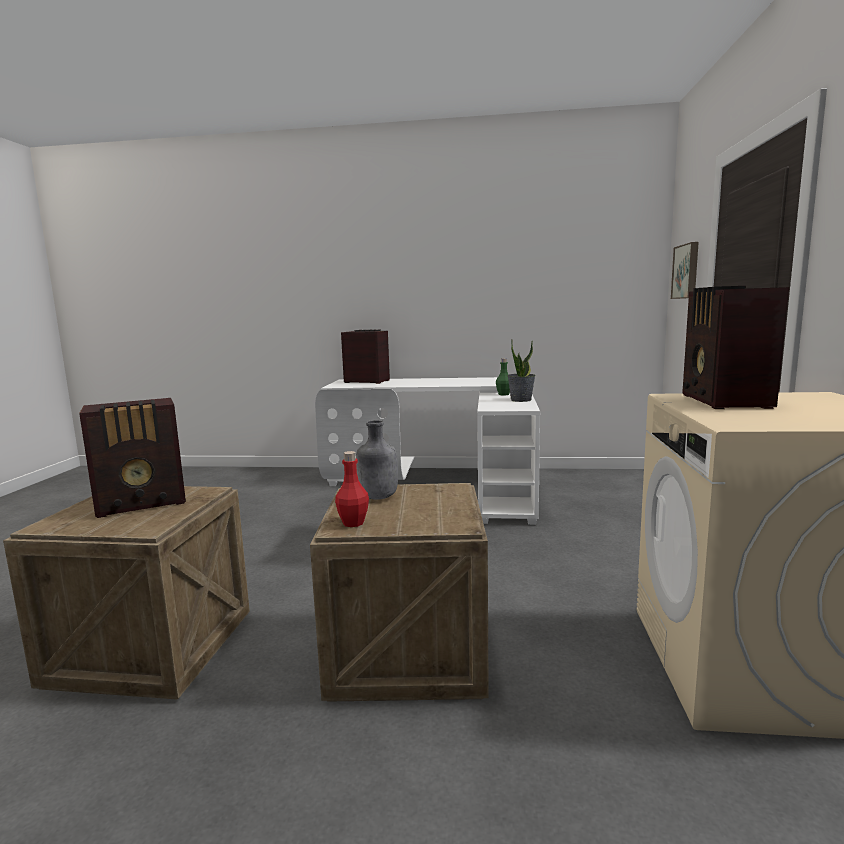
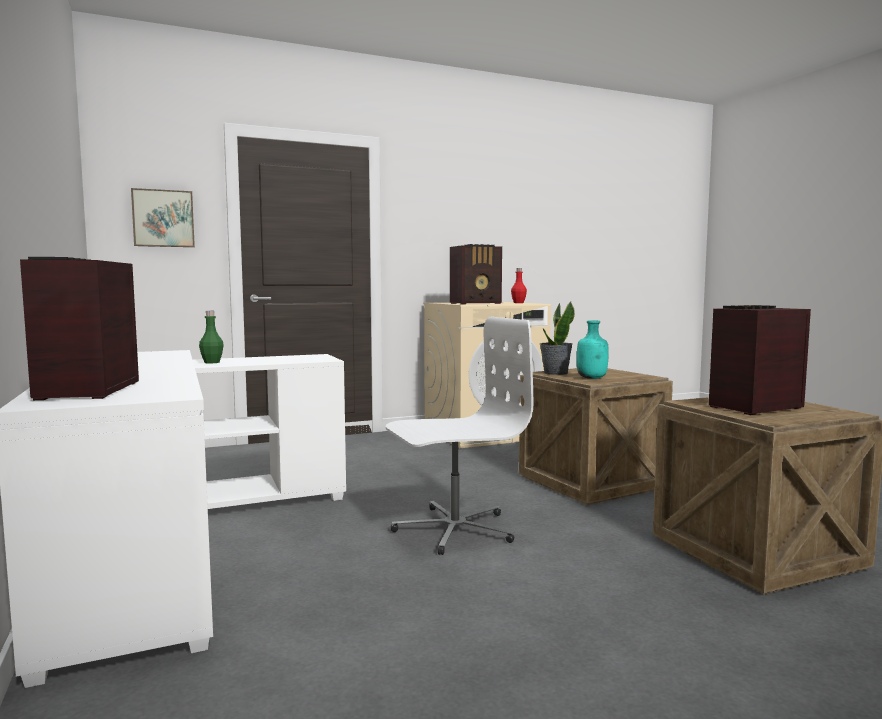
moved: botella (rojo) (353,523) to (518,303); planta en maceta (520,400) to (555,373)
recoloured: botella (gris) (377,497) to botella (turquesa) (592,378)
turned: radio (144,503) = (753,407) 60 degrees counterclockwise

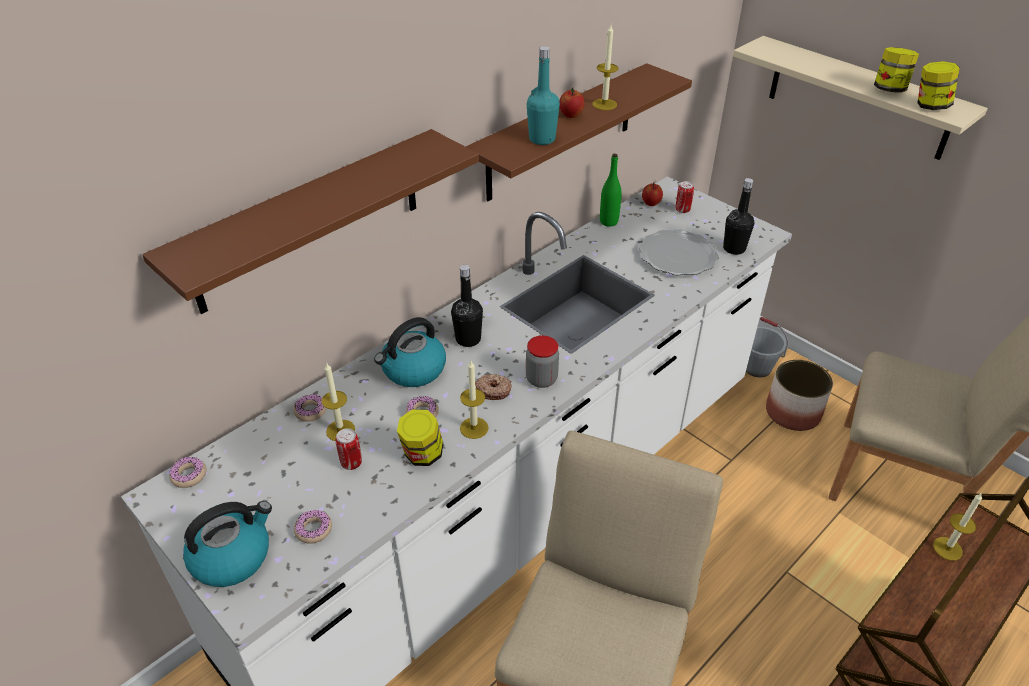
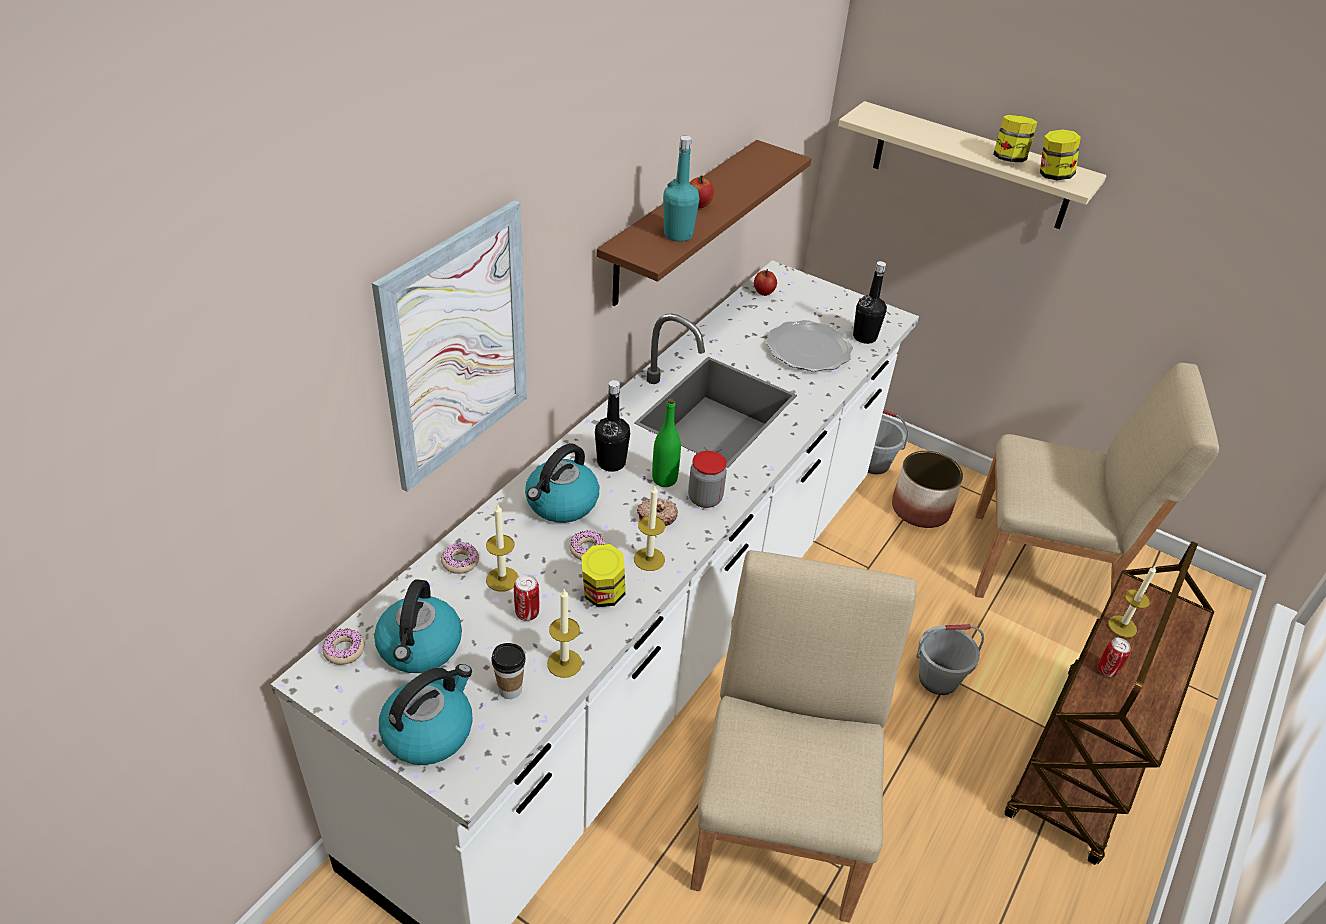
added: hervidor (420,647); cubo (gris) (938,679)
moved: vela (604,104) to (564,663); botella (verde) (608,222) to (664,479); lata (682,210) to (1107,670)
replaced: estante (marrón) (309,221) to cuadro (456,347); rosquilla (313,529) to taza (510,689)

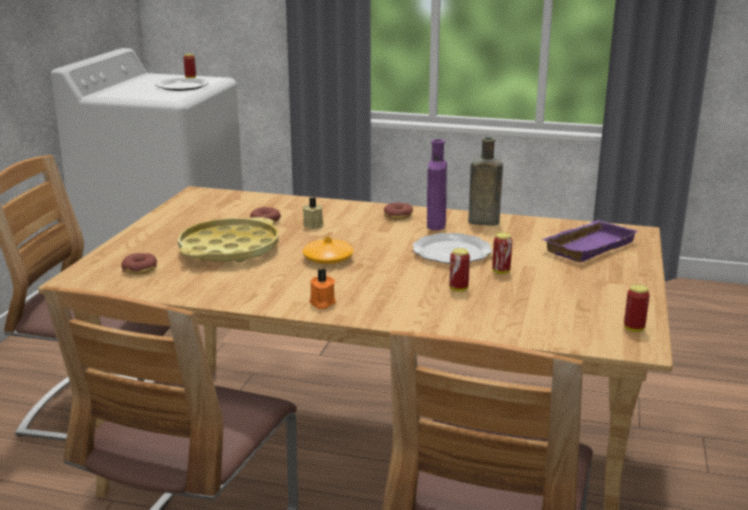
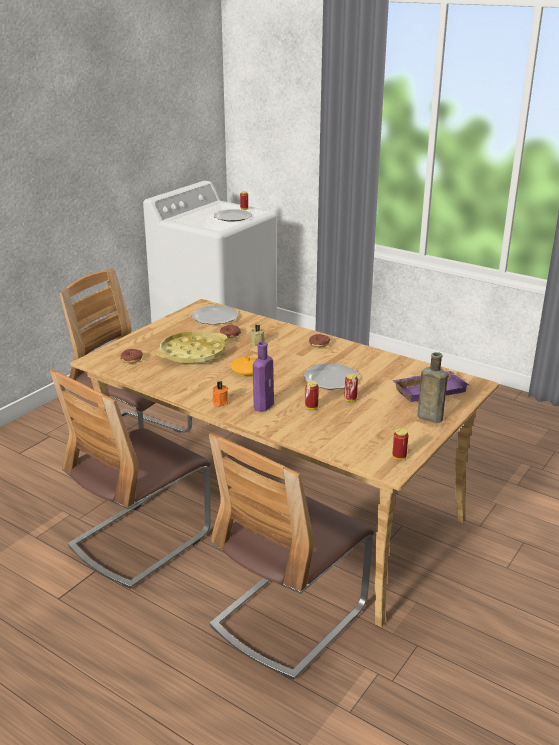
added: plato (214,317)
moved: botella (morado) (436,224) to (264,405); botella (marrón) (481,222) to (428,417)

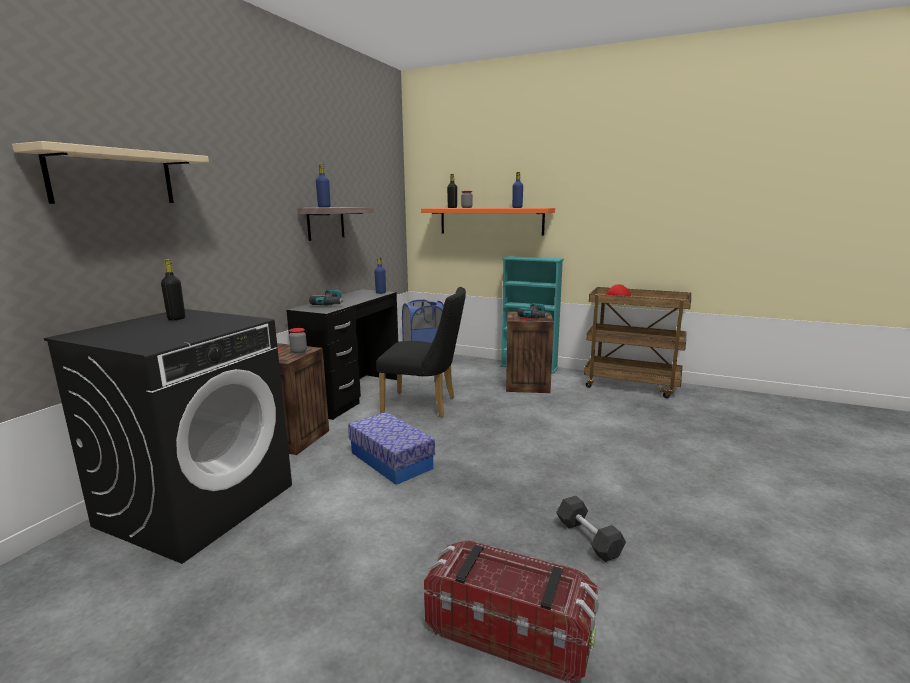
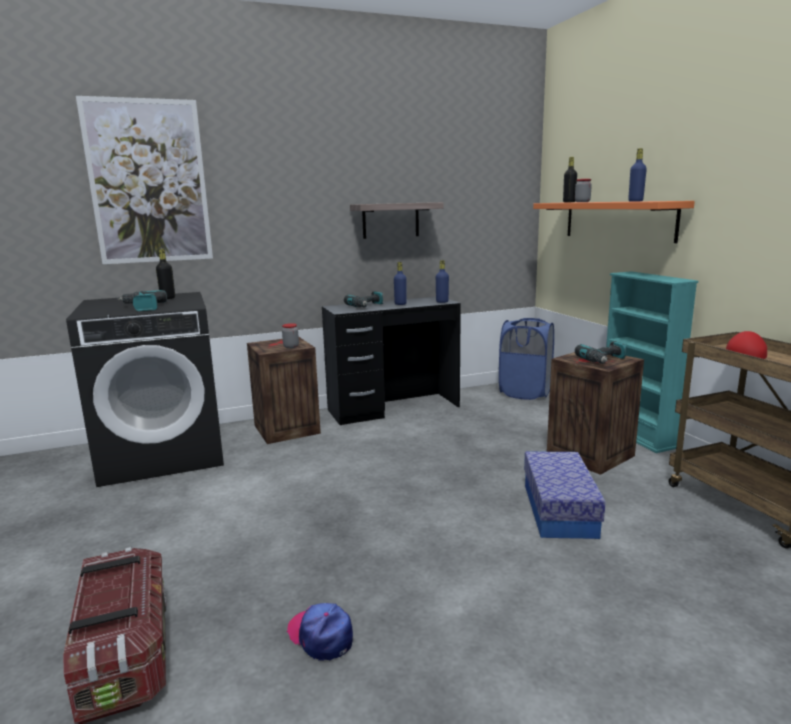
removed: silla (negro) (425,405)
added: taladro (143,307)
moved: botella (azul) (324,207) to (400,304); caja de almacenaje (391,460) to (559,510)
replaced: estante (beis) (112,177) to cuadro (149,182); mancuerna (gris) (588,538) to gorra (321,636)

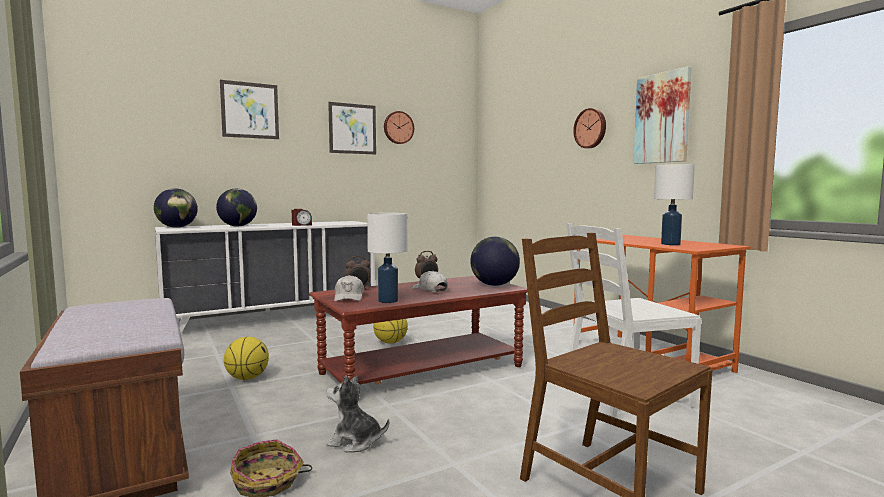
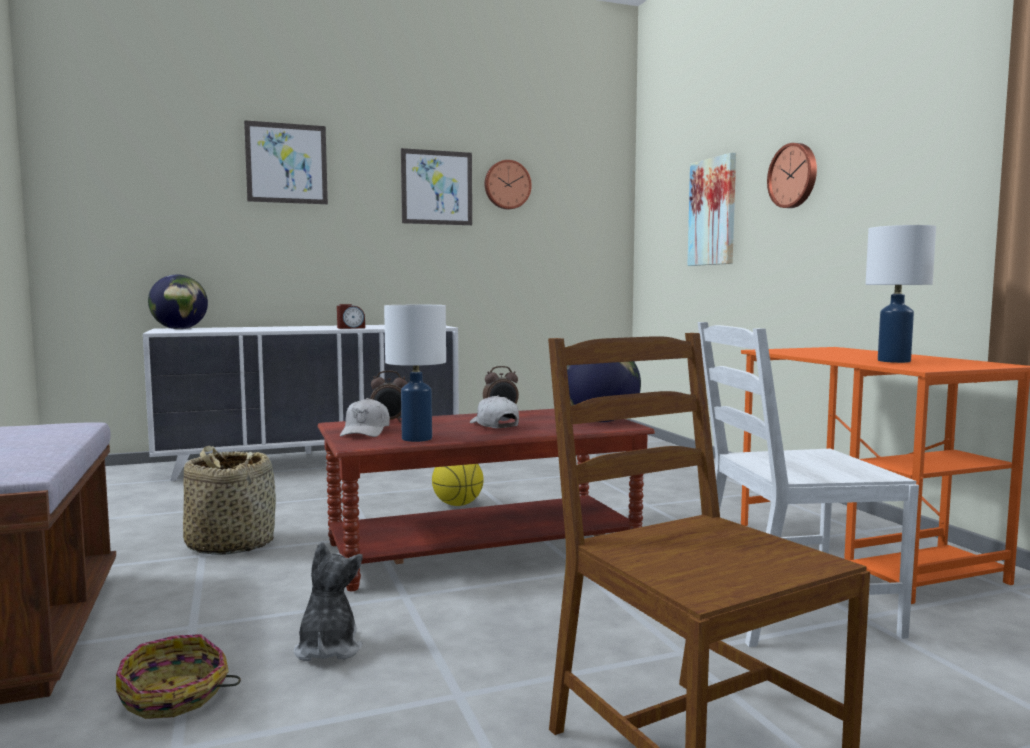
removed: globo terráqueo (238,226)
moved: cuadro (662,118) to (713,212)
replaced: balón de baloncesto (247,378) to cesta (230,544)
turned: peluche (355,442) = (328,648) 60 degrees clockwise

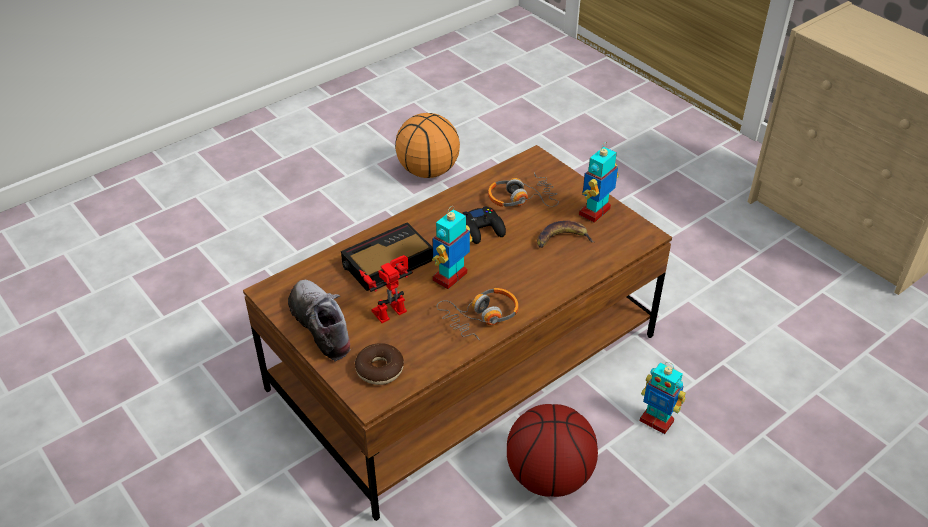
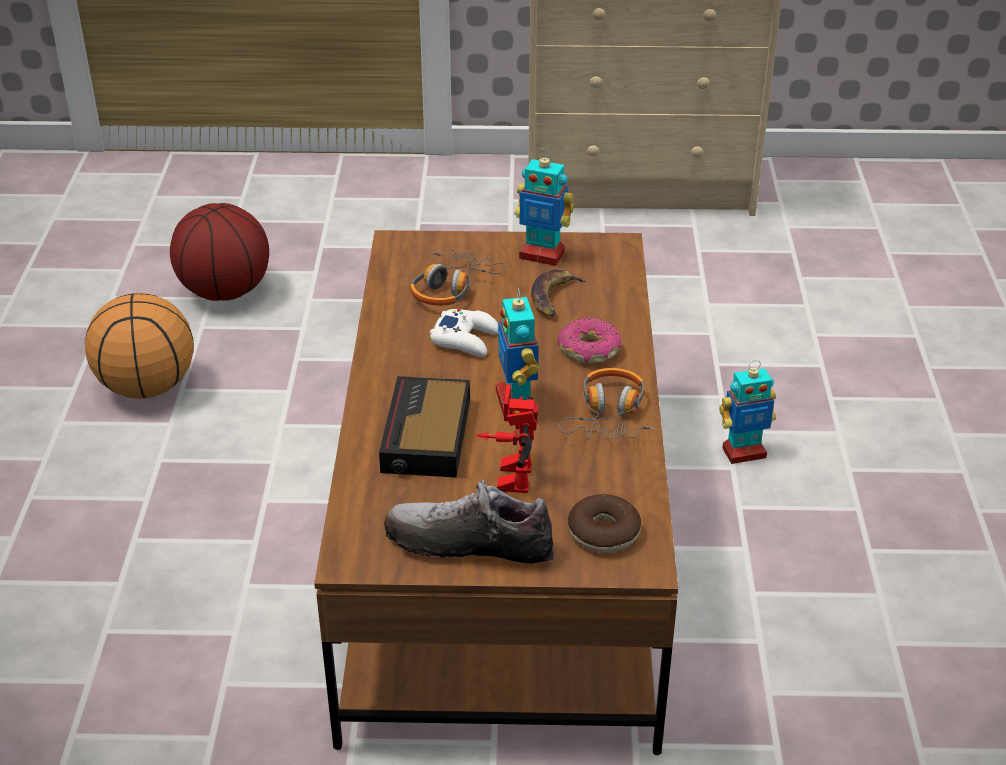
added: rosquilla (589,350)
moved: balón de baloncesto (548,475) to (224,292)
recoloured: mando de consola (negro) (483,229) to mando de consola (blanco) (466,339)
turned: robot de juguete (595,212) = (542,255) 60 degrees counterclockwise

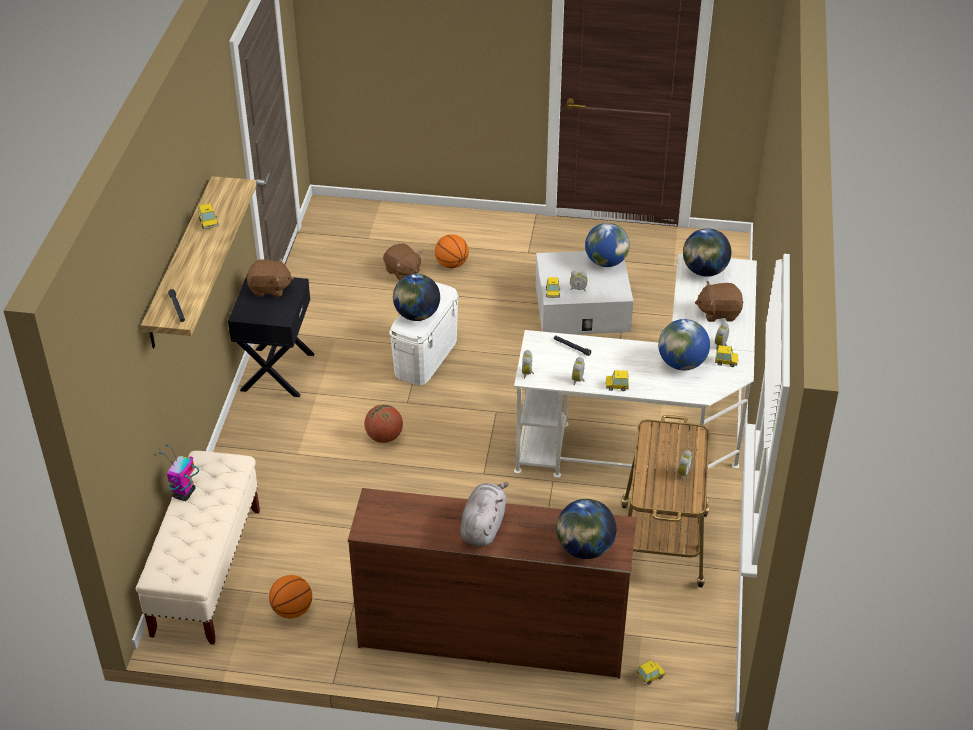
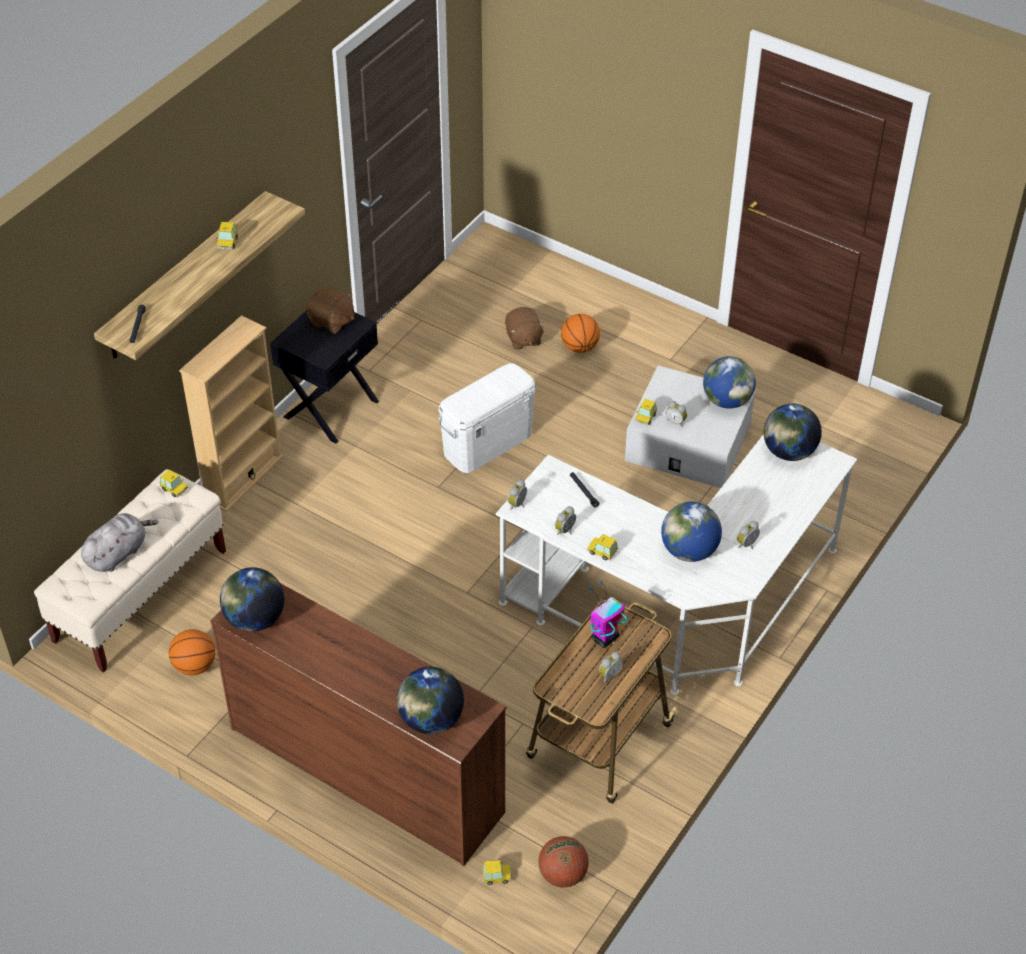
removed: peluche (marrón) (718,312)
added: estantería (beis) (243,478)
moved: peluche (gris) (483,526) to (118,553); coche de juguete (726,361) to (174,489); globo terráqueo (416,315) to (254,619); balón de baloncesto (384,437) to (562,874); robot de juguete (184,494) to (604,638)

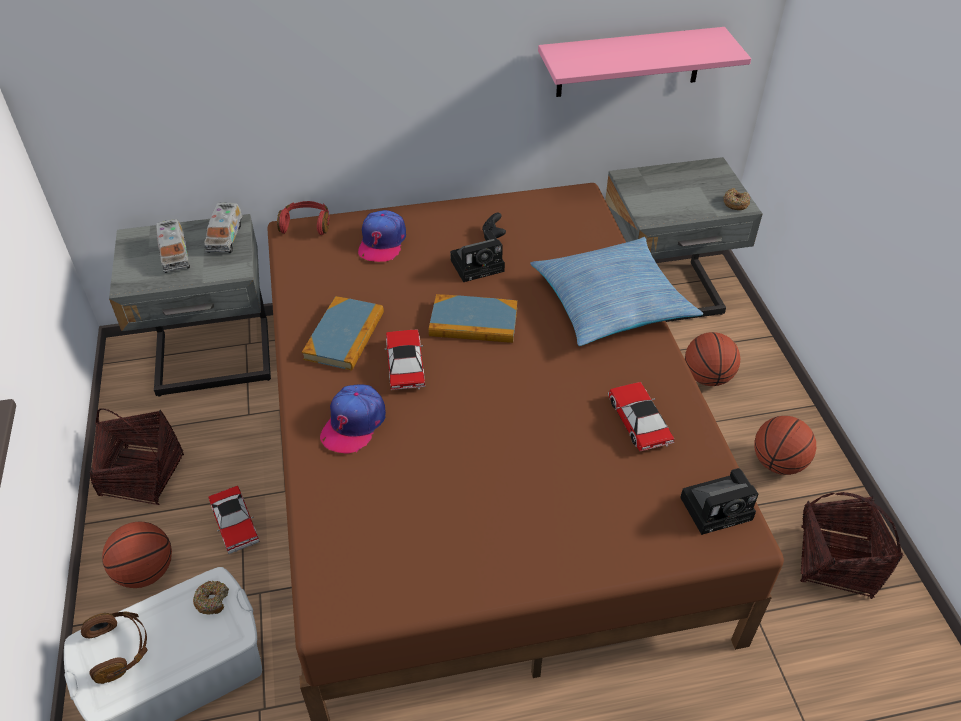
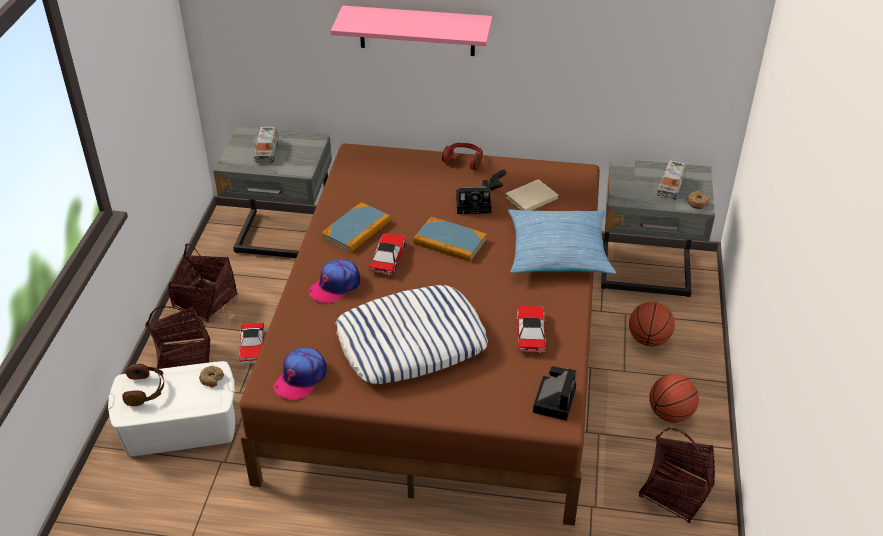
added: cojín (411,342); libro (beis) (530,198)
moved: gorra (382,242) to (300,378); estante (rosa) (629,62) to (417,31); auriculares (rojo) (306,224) to (464,160); camión de juguete (225,237) to (670,186)
replaced: balón de baloncesto (146,572) to cesta (184,361)
turned: cámara (718,507) = (554,399) 75 degrees counterclockwise

